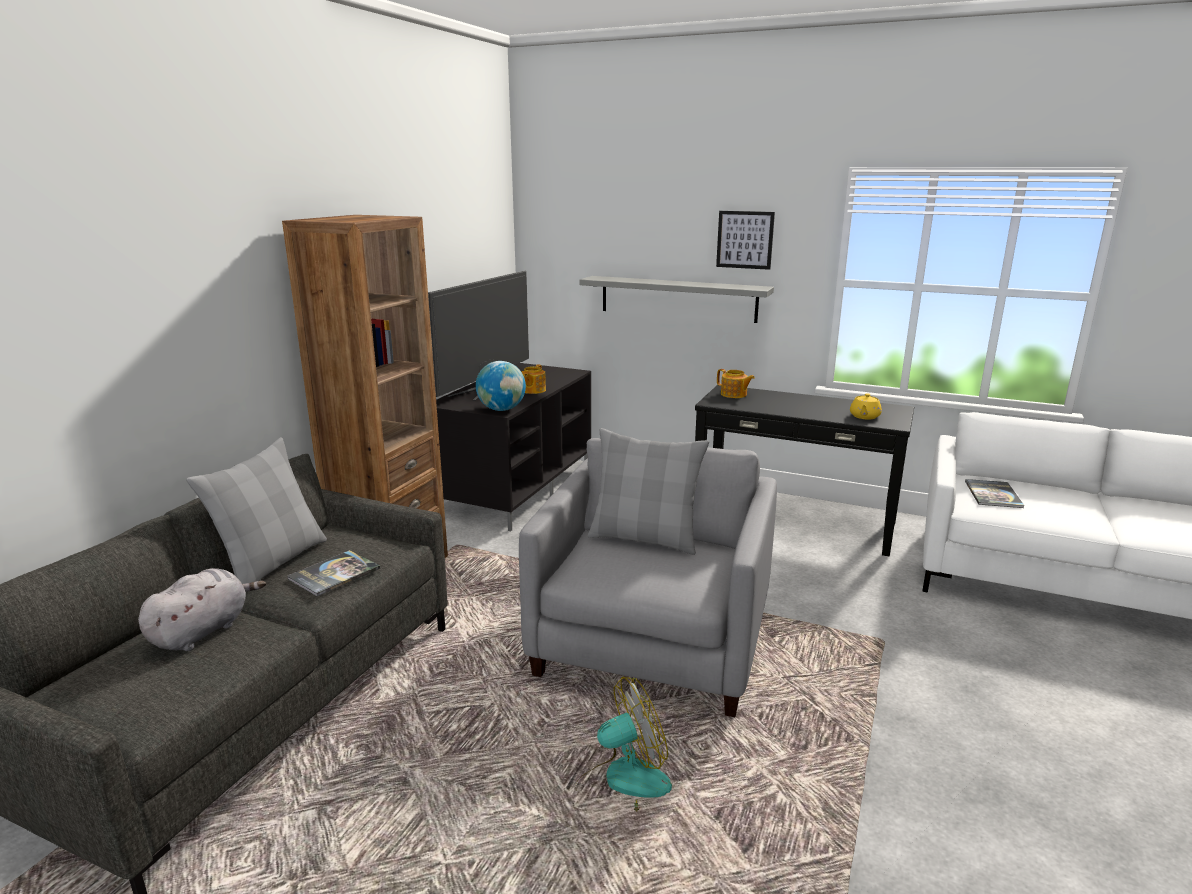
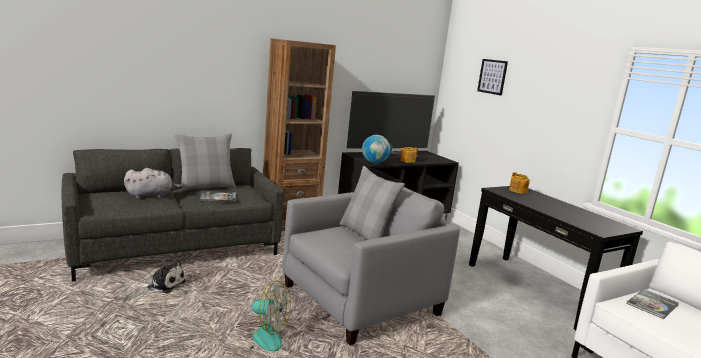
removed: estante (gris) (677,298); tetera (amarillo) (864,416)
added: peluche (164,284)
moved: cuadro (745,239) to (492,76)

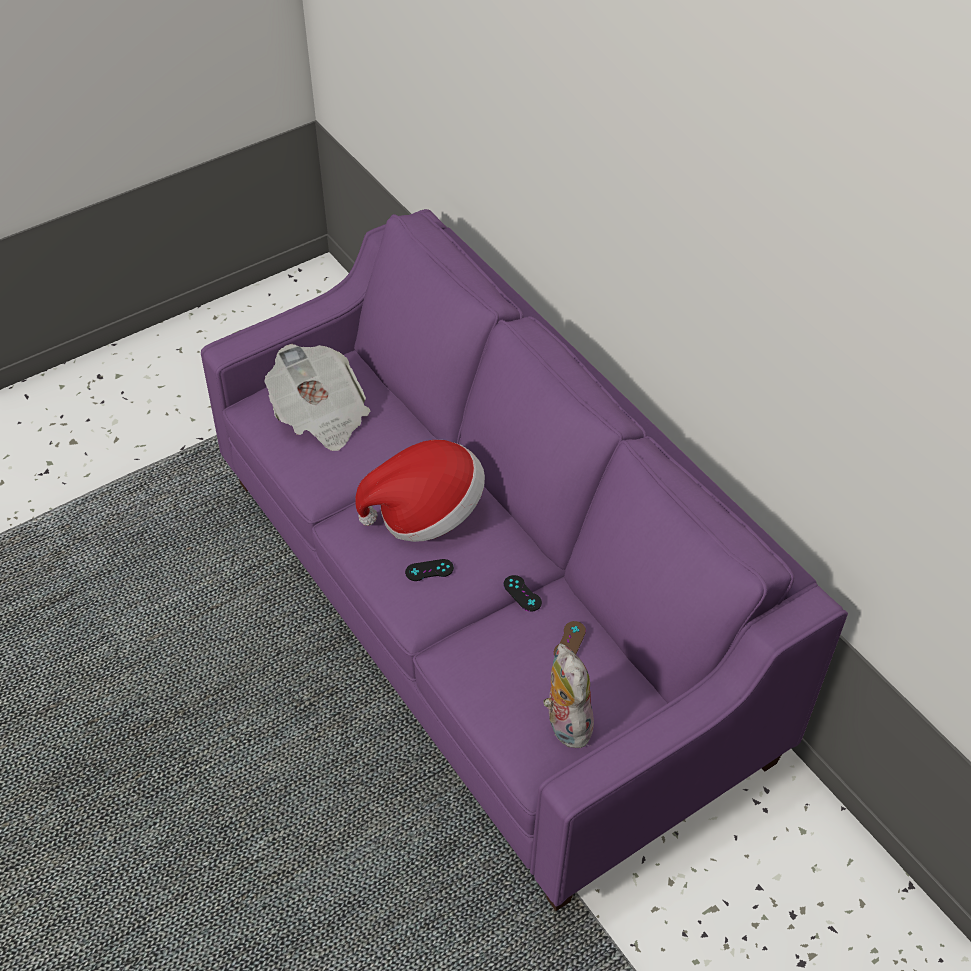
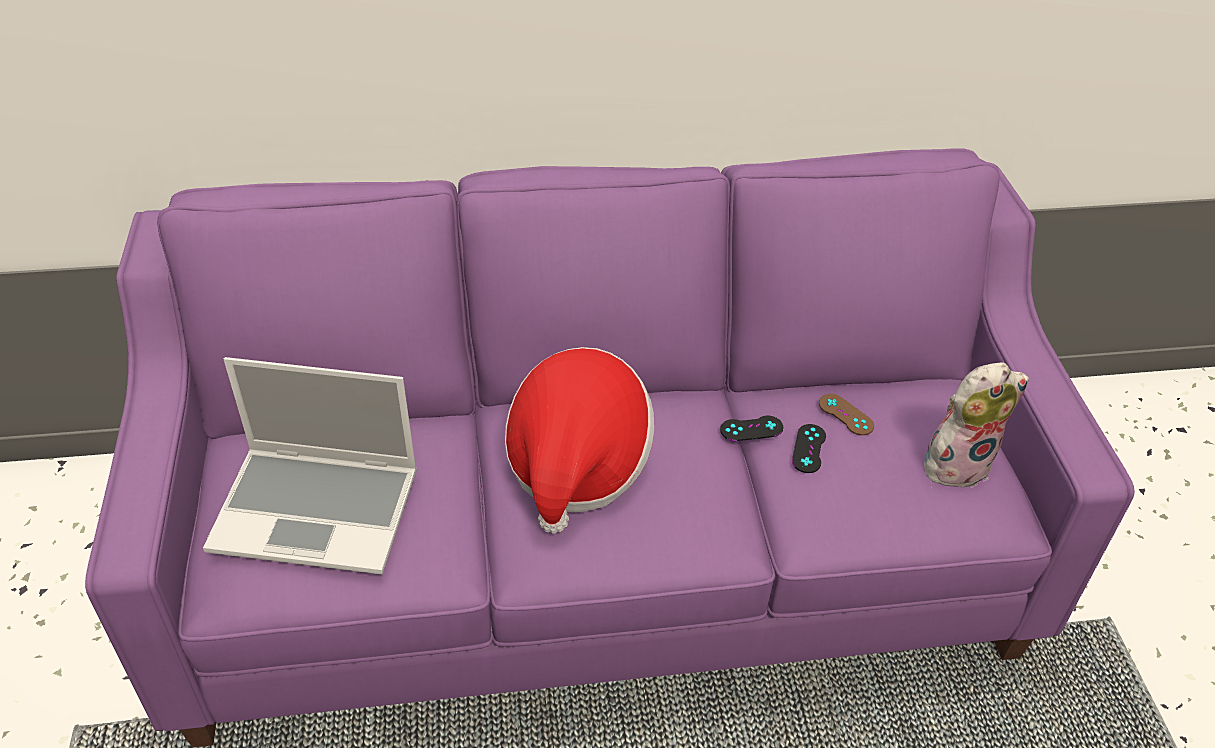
moved: mando de consola (negro) (429,570) to (809,448)
replaced: periódico (320,415) to portátil (319,510)
turned: peluche (565,723) = (956,463) 150 degrees clockwise

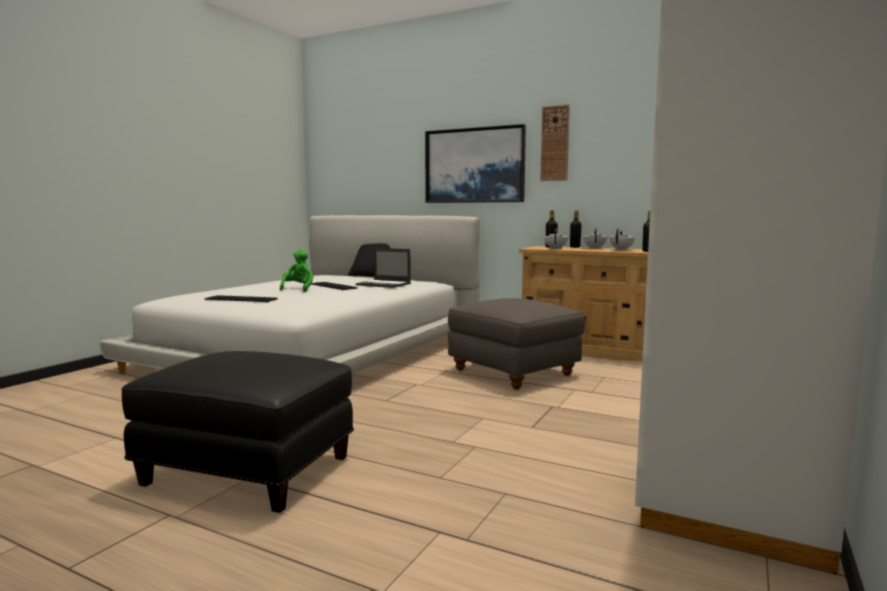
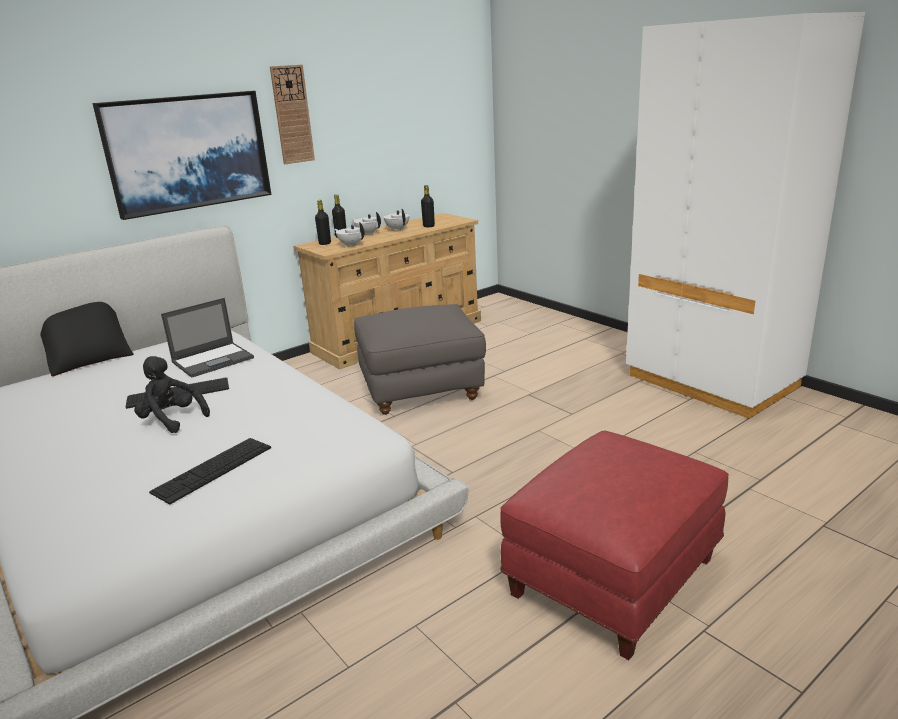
recoloured: peluche (verde) (298,289) to peluche (negro) (171,420); puf (negro) (245,471) to puf (rojo) (613,579)

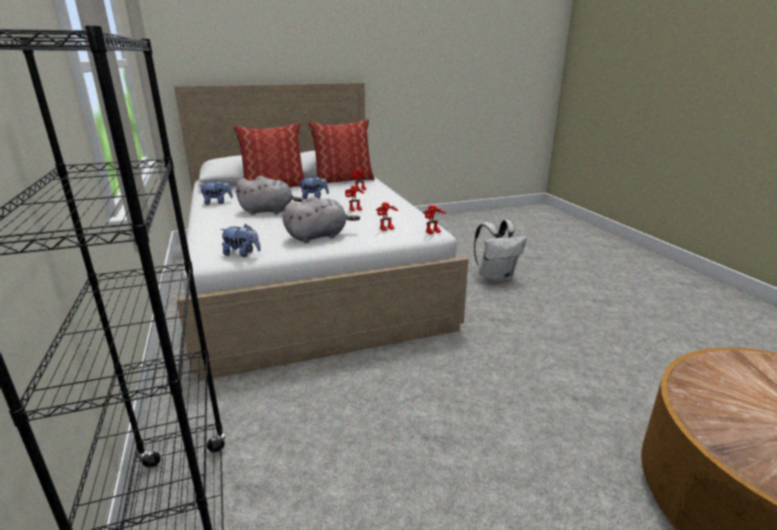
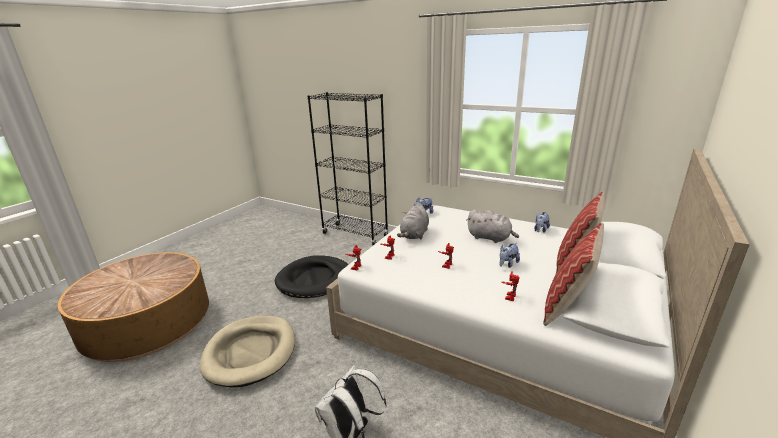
added: cama para perro (beis) (250,352); cama para perro (negro) (314,279)
turned: peluche (gris) (269,211) = (490,238) 105 degrees counterclockwise

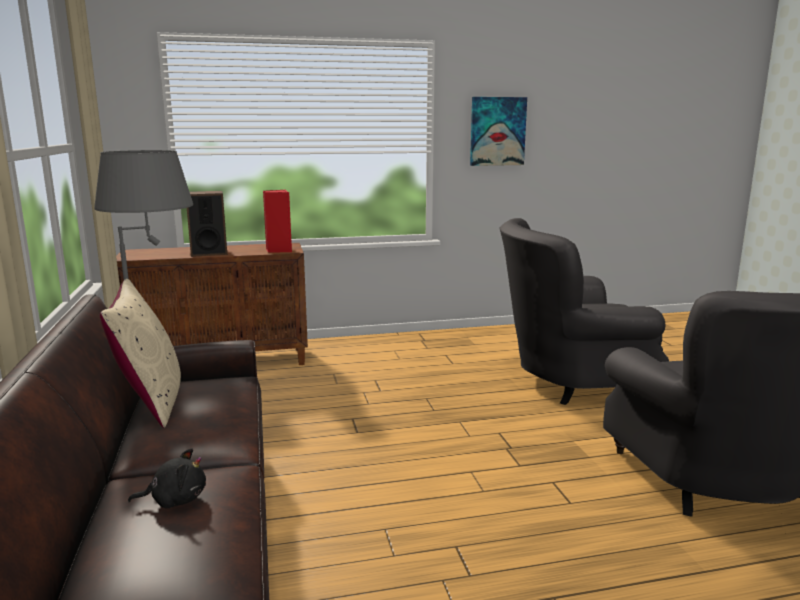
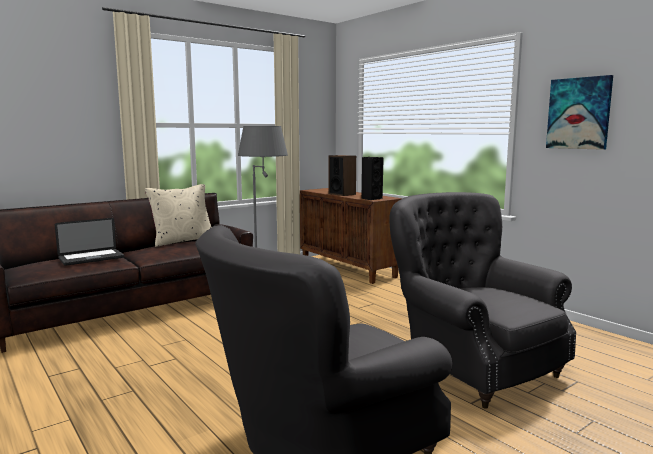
replaced: peluche (negro) (175,500) to portátil (91,258)
recoloured: altavoz (rojo) (279,250) to altavoz (negro) (371,198)

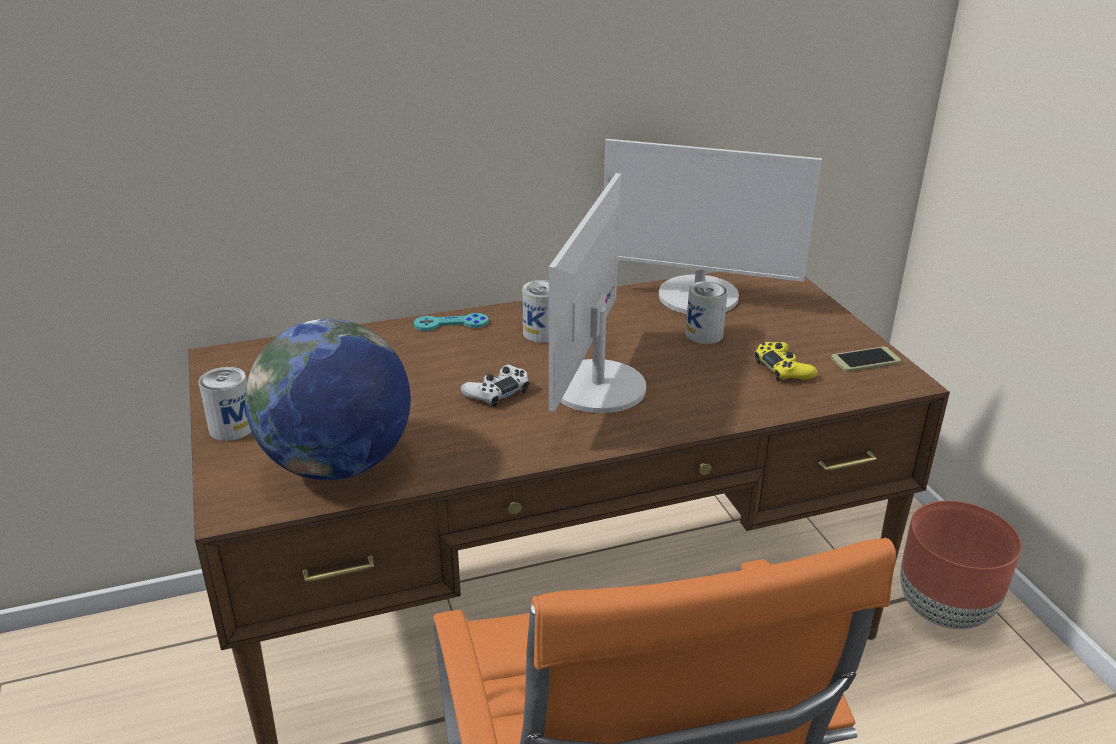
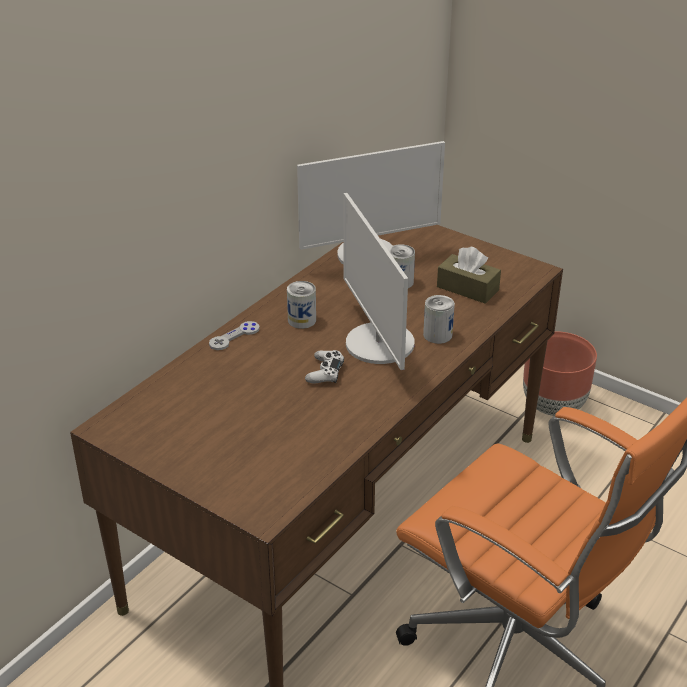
removed: globo terráqueo (338,464); móvil (865,360)
moved: lata (232,428) to (437,335)
replaced: mando de consola (amarillo) (783,369) to caja de pañuelos (marrón) (467,288)
recoloured: mando de consola (turquesa) (451,324) to mando de consola (gris) (234,337)

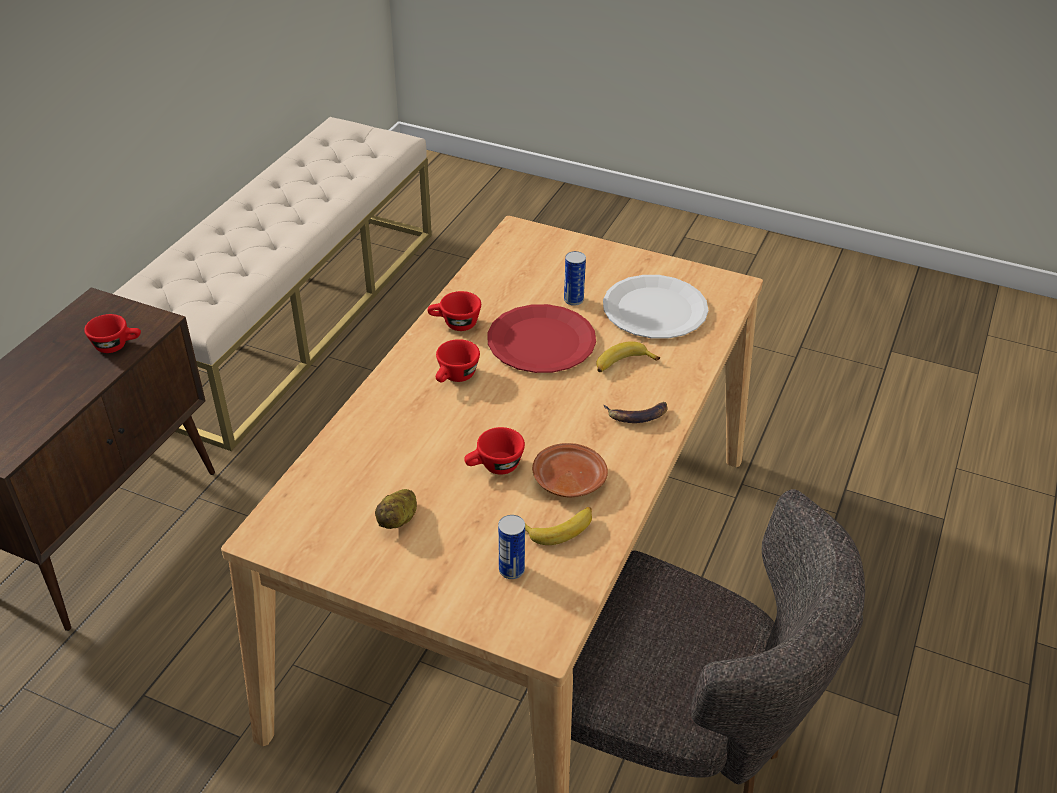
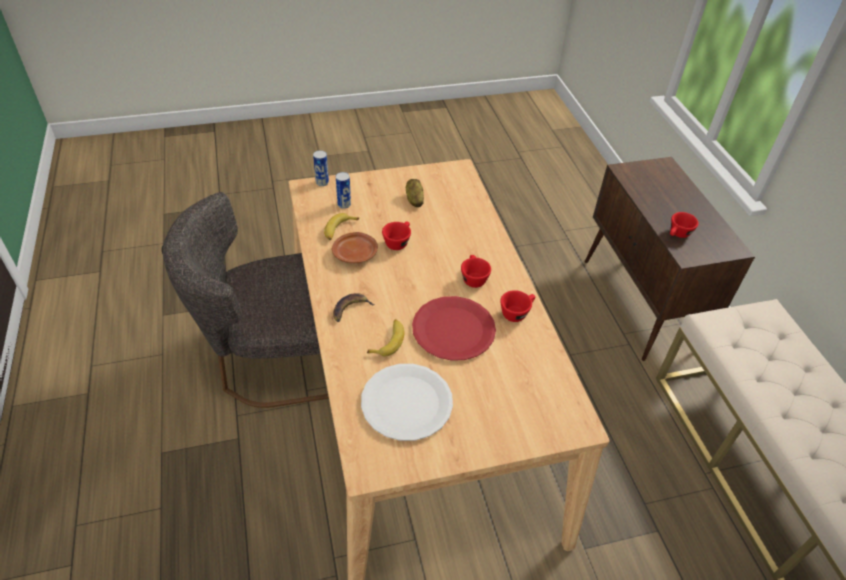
moved: lata (573,300) to (322,182)

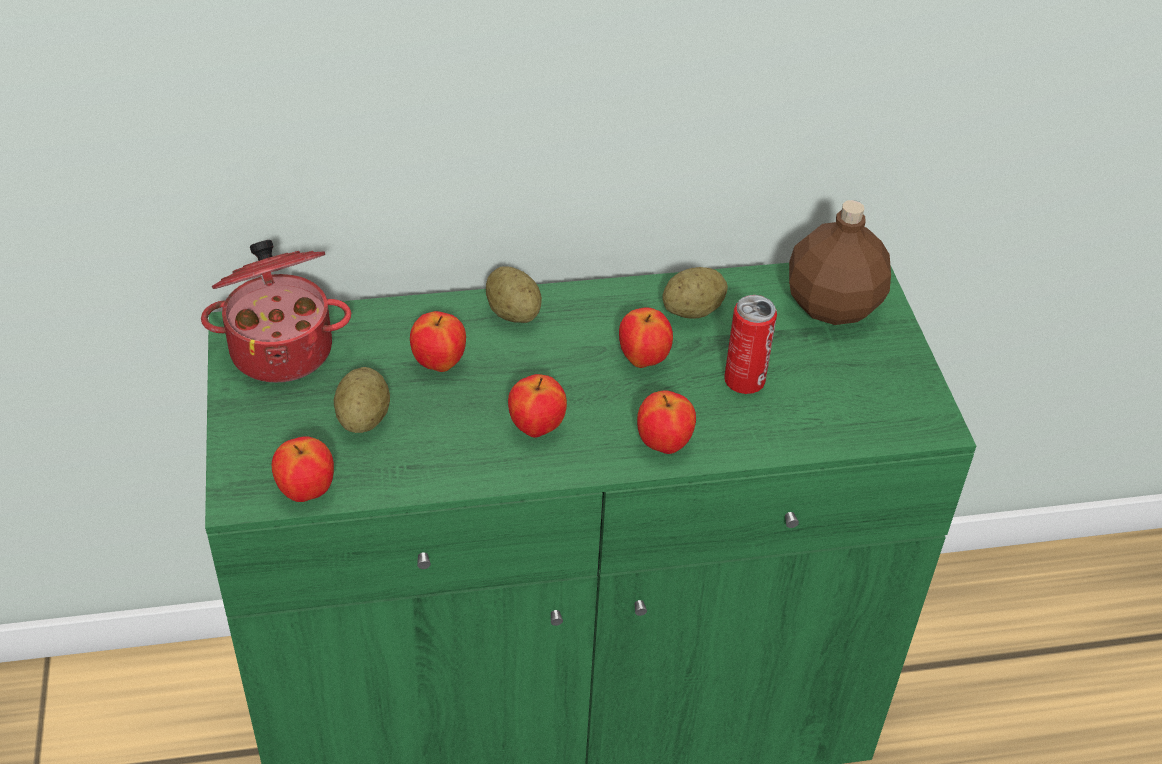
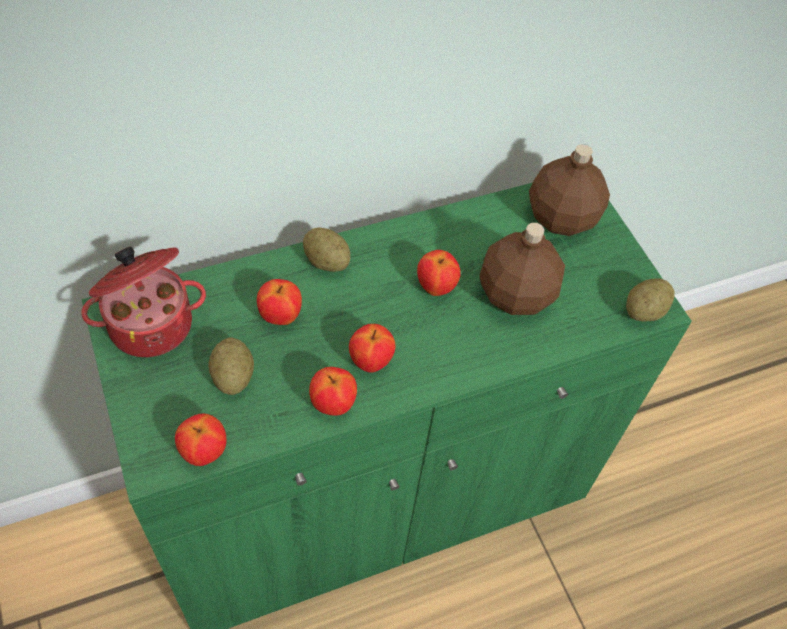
moved: manzana (663,444) to (333,404); patata (693,311) to (644,311)
replaced: lata (744,381) to botella (marrón) (514,294)

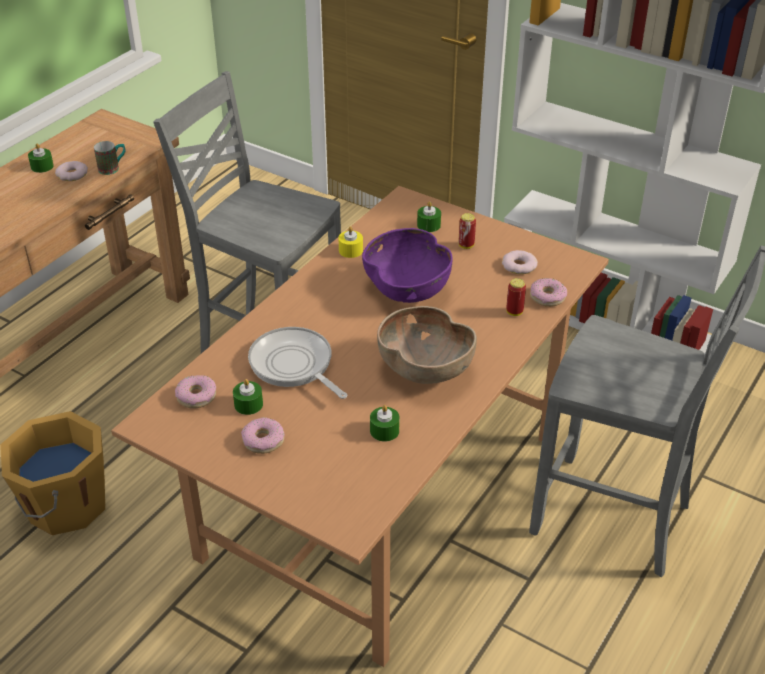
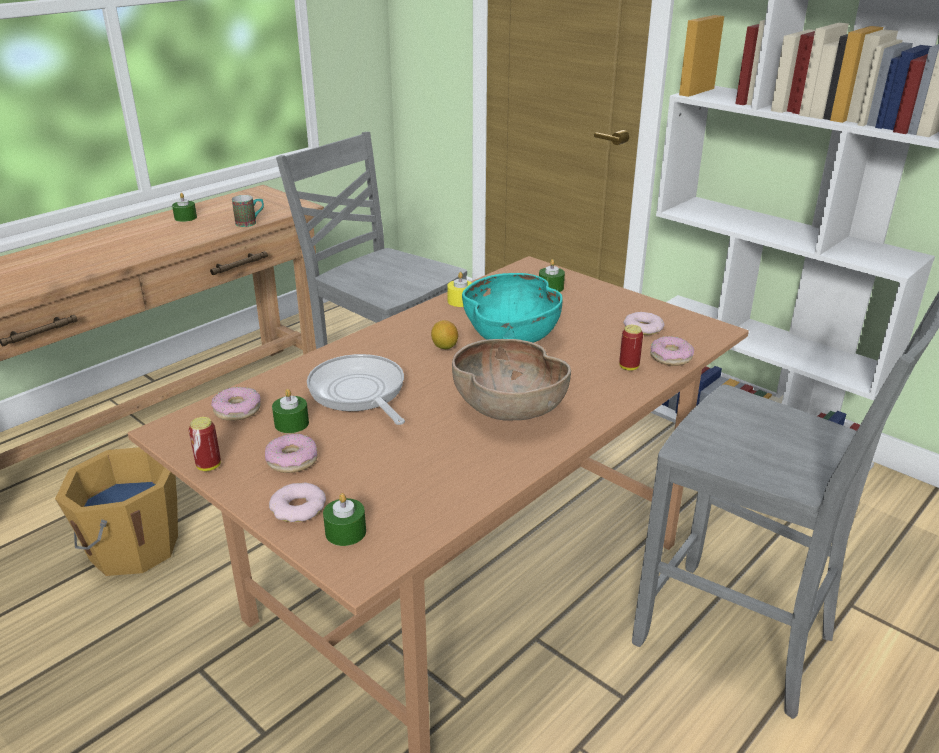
added: limón (444,347)
moved: lata (466,245) to (209,466); rosquilla (72,174) to (298,508); vela (verde) (384,431) to (345,532)
recoloured: cuenco (morado) (408,288) to cuenco (turquesa) (512,336)

